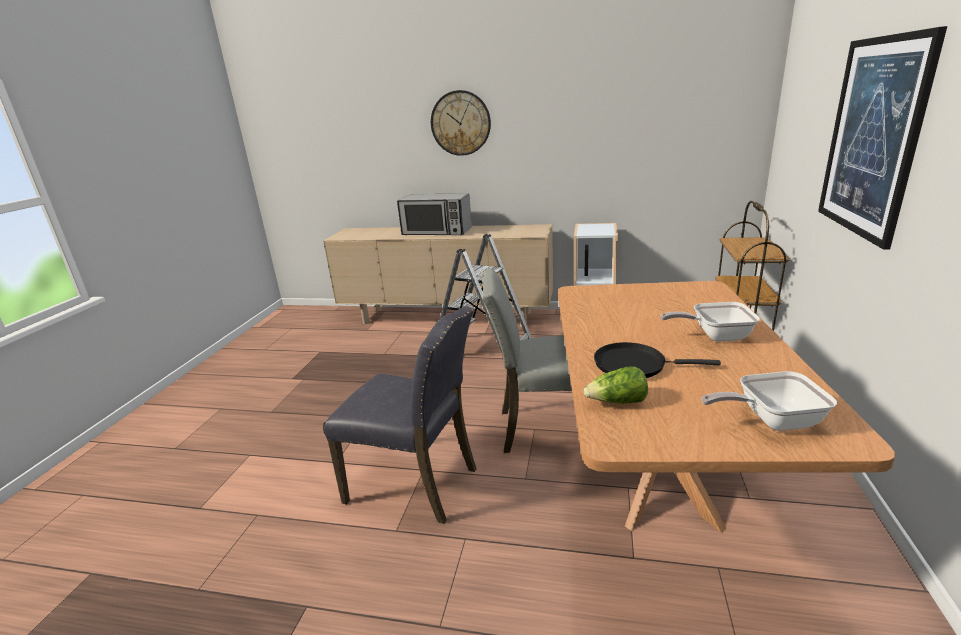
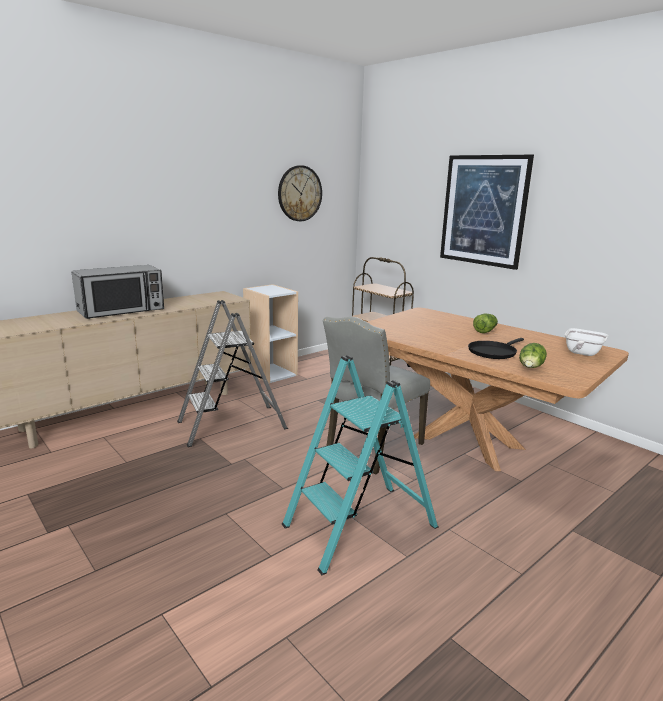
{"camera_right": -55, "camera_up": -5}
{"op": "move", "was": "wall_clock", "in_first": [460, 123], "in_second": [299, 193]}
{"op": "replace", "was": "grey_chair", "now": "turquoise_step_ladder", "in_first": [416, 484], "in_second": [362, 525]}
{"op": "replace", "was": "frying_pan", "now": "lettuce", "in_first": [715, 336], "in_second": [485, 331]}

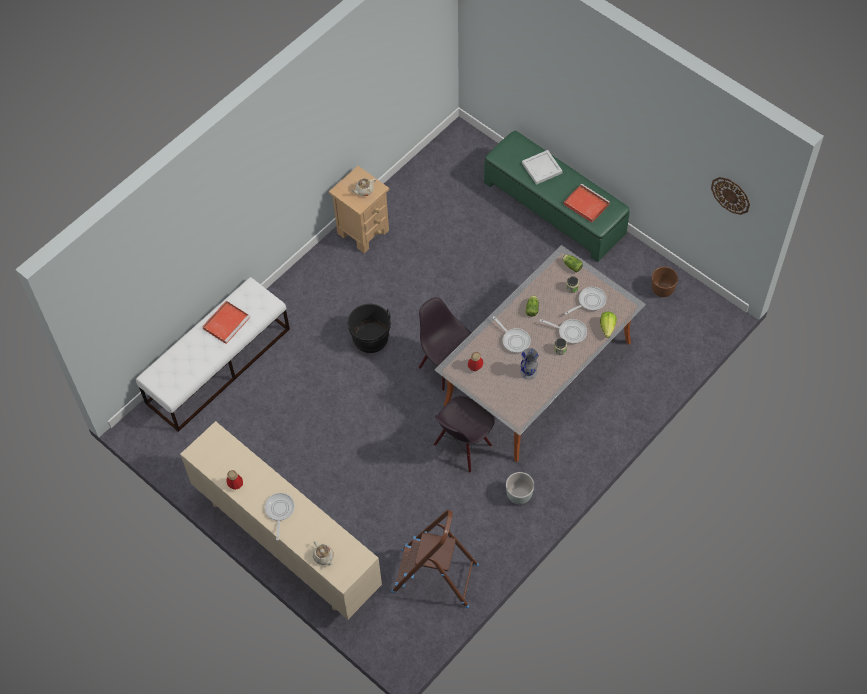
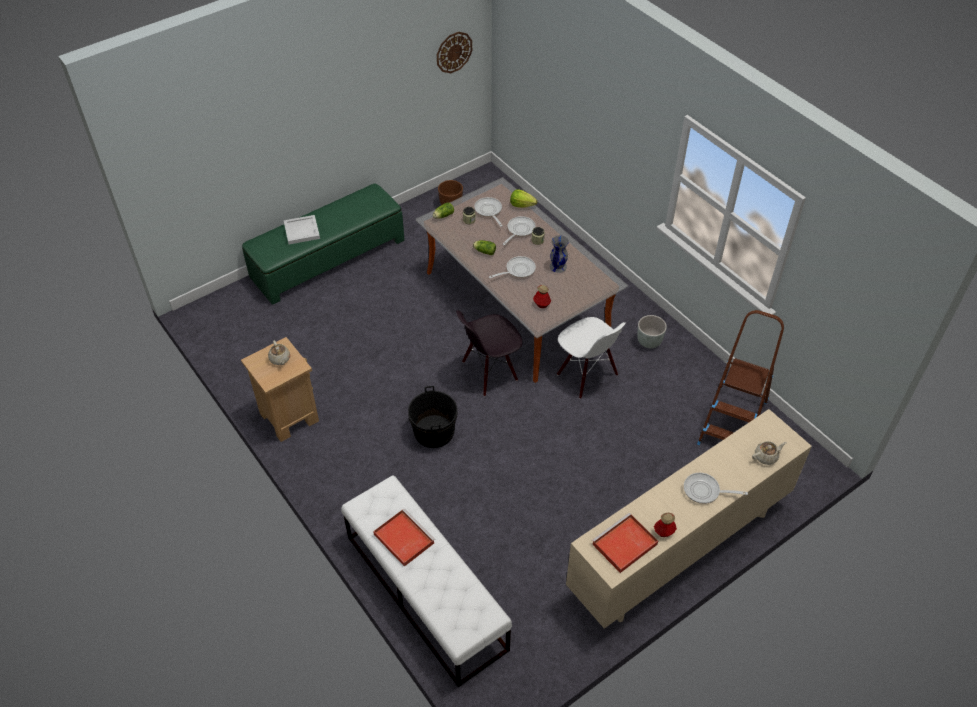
{"camera_right": -80, "camera_up": -10}
{"op": "recolor", "was": "black_chair", "now": "white_chair", "in_first": [463, 446], "in_second": [586, 375]}
{"op": "move", "was": "red_tray", "in_first": [585, 204], "in_second": [624, 545]}

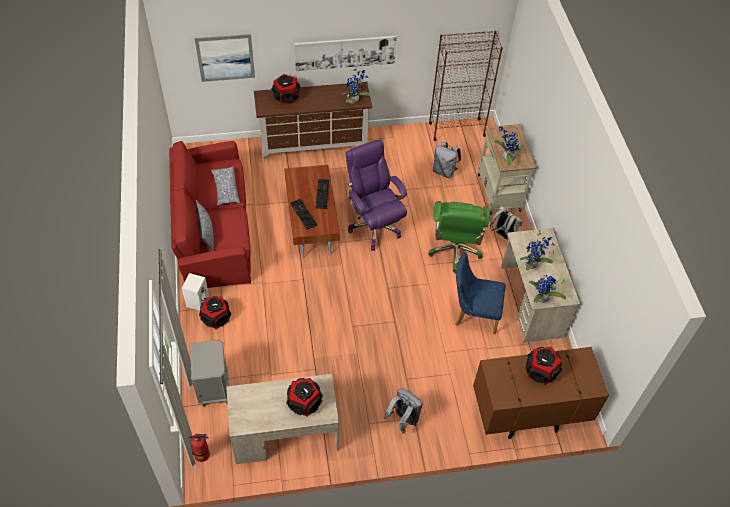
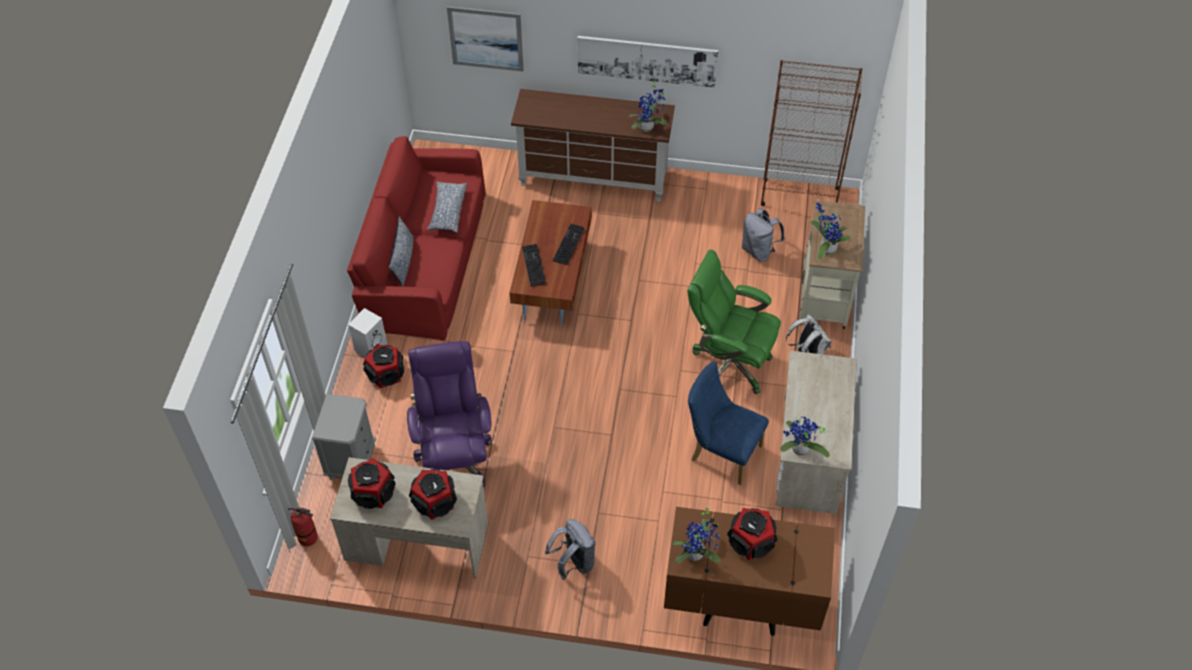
{"camera_right": 20, "camera_up": 0}
{"op": "move", "was": "speaker", "in_first": [287, 97], "in_second": [373, 493]}
{"op": "move", "was": "purple_office_chair", "in_first": [374, 225], "in_second": [455, 458]}
{"op": "move", "was": "potted_plant", "in_first": [532, 264], "in_second": [696, 554]}
{"op": "rotate", "was": "green_office_chair", "in_first": [454, 252], "in_second": [728, 362], "clockwise": 90}

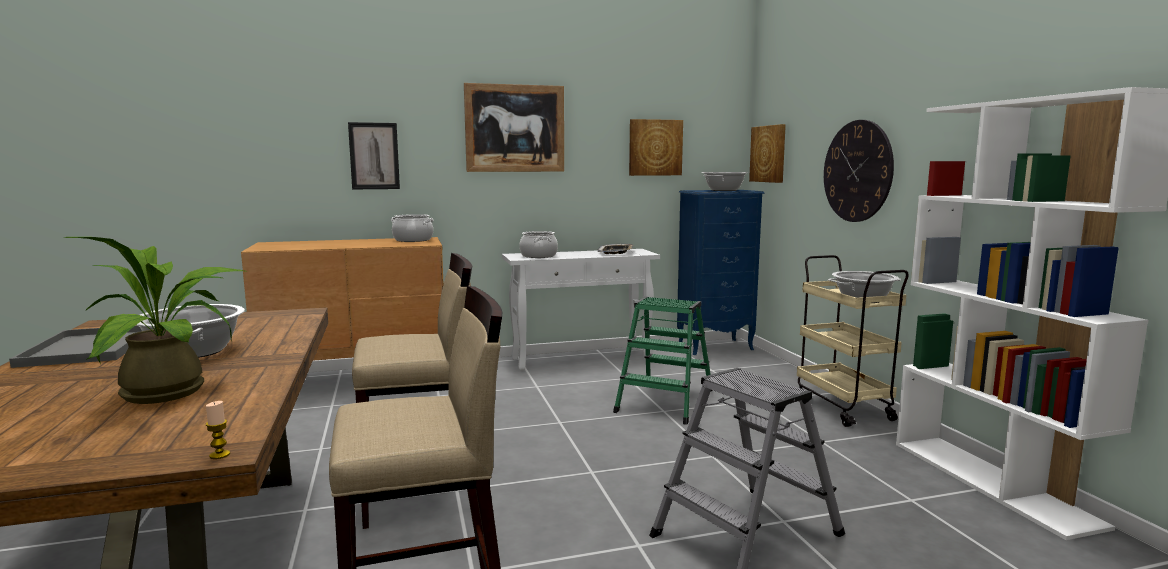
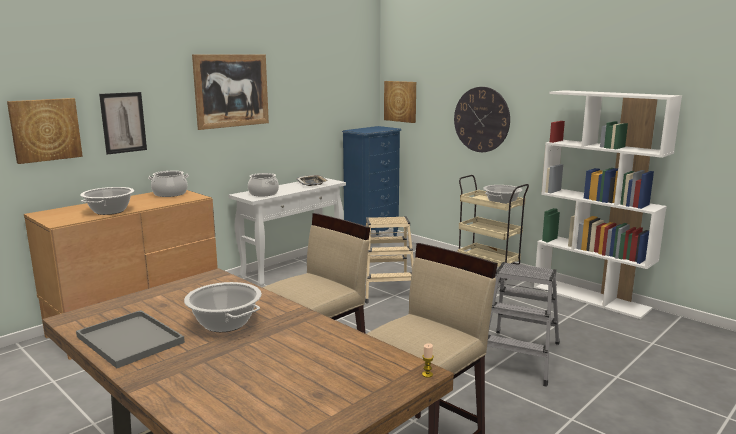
{"camera_right": -30, "camera_up": 5}
{"op": "move", "was": "picture", "in_first": [655, 147], "in_second": [45, 130]}
{"op": "move", "was": "cooking_pot", "in_first": [724, 190], "in_second": [110, 211]}
{"op": "recolor", "was": "green_step_ladder", "now": "beige_step_ladder", "in_first": [665, 400], "in_second": [387, 287]}
{"op": "delete", "was": "potted_plant", "in_first": [175, 391]}

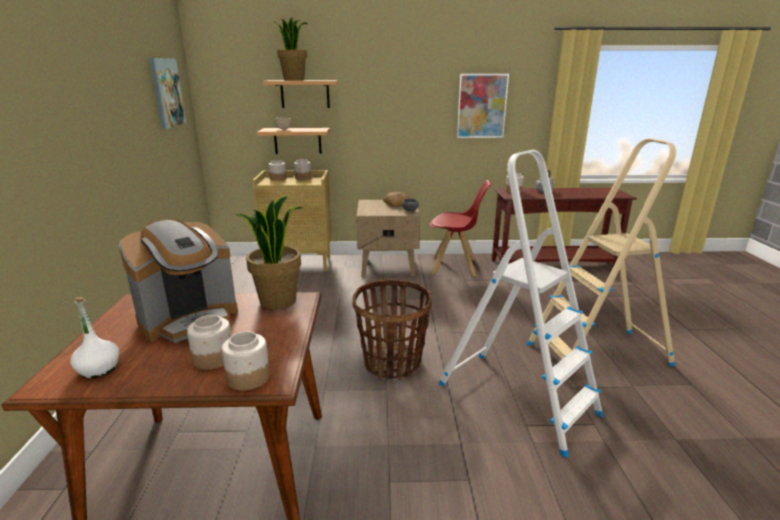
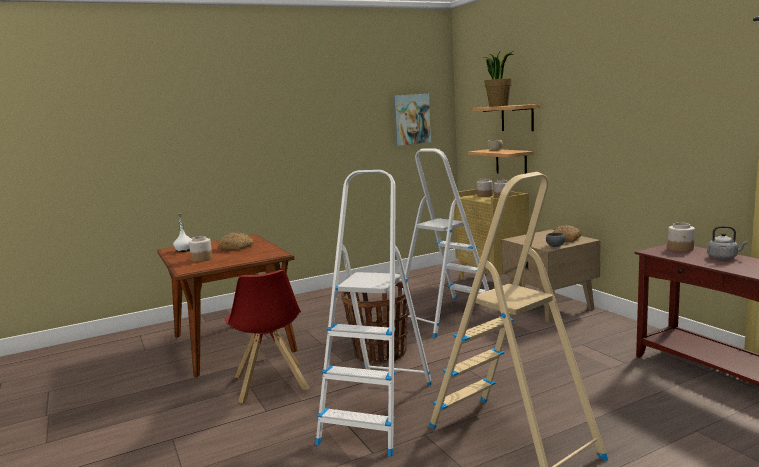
{"camera_right": 65, "camera_up": -10}
{"op": "replace", "was": "coffee_machine", "now": "bread", "in_first": [189, 319], "in_second": [236, 247]}
{"op": "move", "was": "red_chair", "in_first": [455, 267], "in_second": [271, 384]}
{"op": "insert", "now": "white_step_ladder", "in_second": [446, 316]}
{"op": "delete", "was": "jar", "in_first": [247, 377]}
{"op": "delete", "was": "potted_plant", "in_first": [277, 300]}
{"op": "delete", "was": "picture", "in_first": [481, 106]}

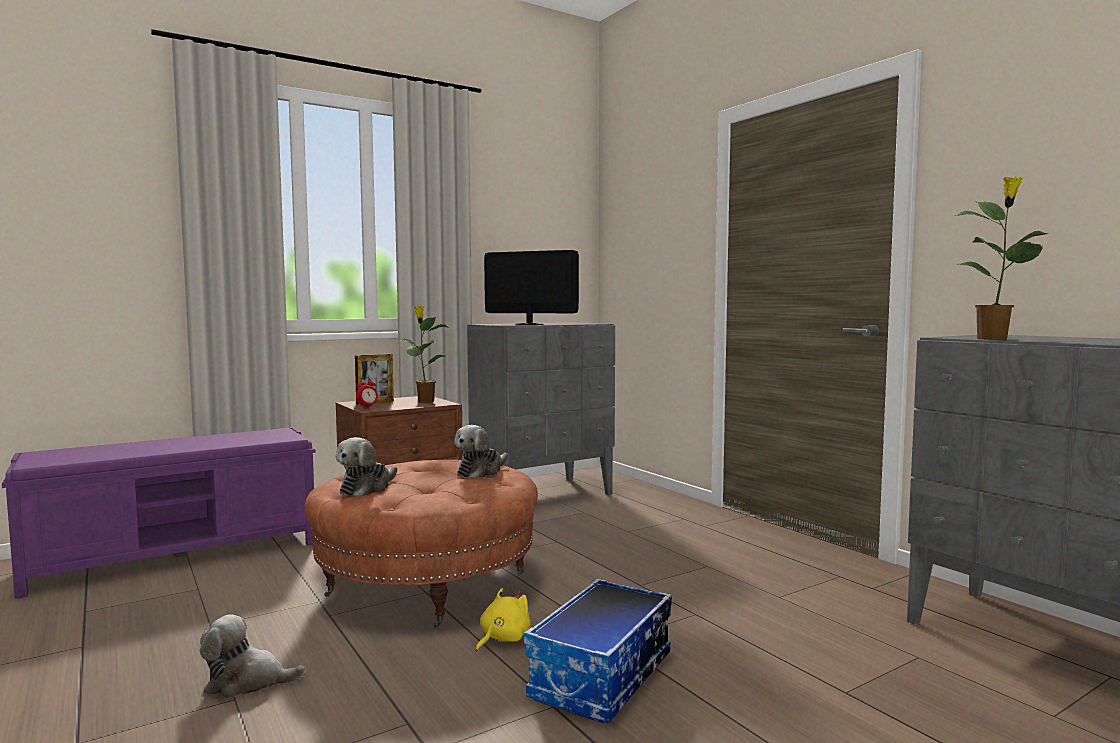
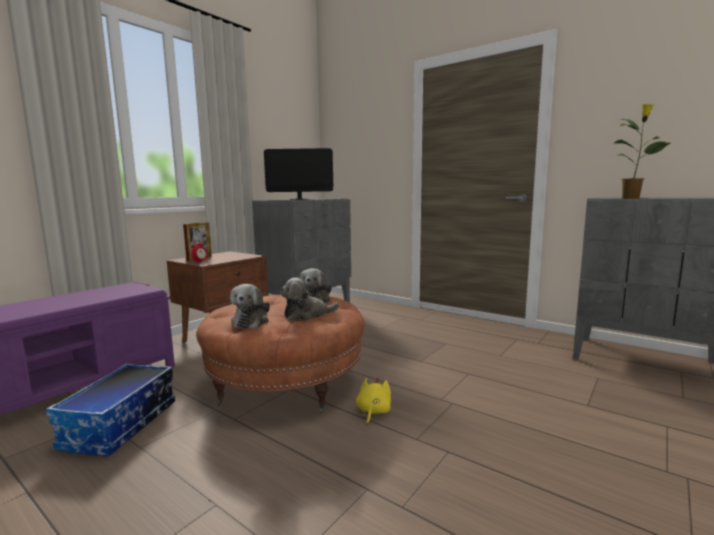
{"camera_right": -20, "camera_up": 5}
{"op": "move", "was": "storage_box", "in_first": [603, 677], "in_second": [121, 425]}
{"op": "move", "was": "plush_toy", "in_first": [247, 682], "in_second": [307, 315]}
{"op": "delete", "was": "potted_plant", "in_first": [425, 401]}

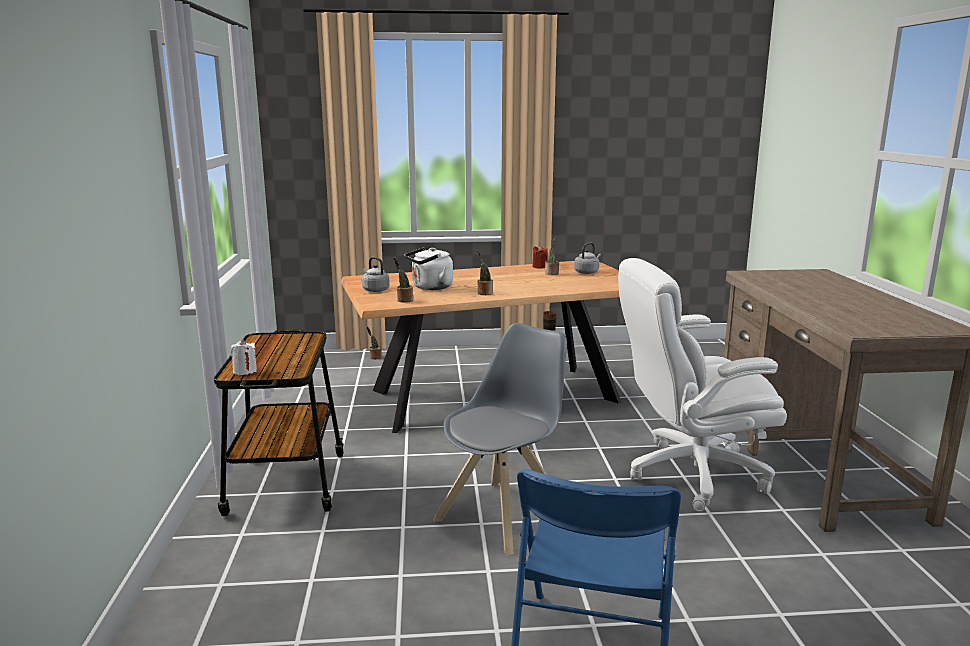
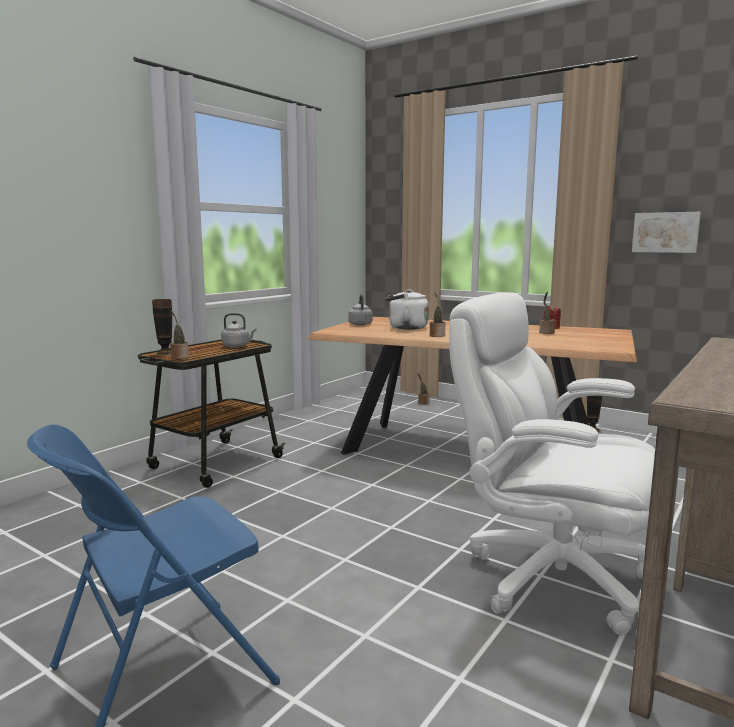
{"camera_right": 40, "camera_up": -5}
{"op": "replace", "was": "white_candle", "now": "vase", "in_first": [245, 371], "in_second": [165, 354]}
{"op": "move", "was": "potted_plant", "in_first": [404, 300], "in_second": [179, 357]}
{"op": "move", "was": "grey_kettle", "in_first": [587, 272], "in_second": [237, 346]}
{"op": "insert", "now": "picture", "in_second": [665, 232]}
{"op": "delete", "was": "grey_chair", "in_first": [504, 514]}

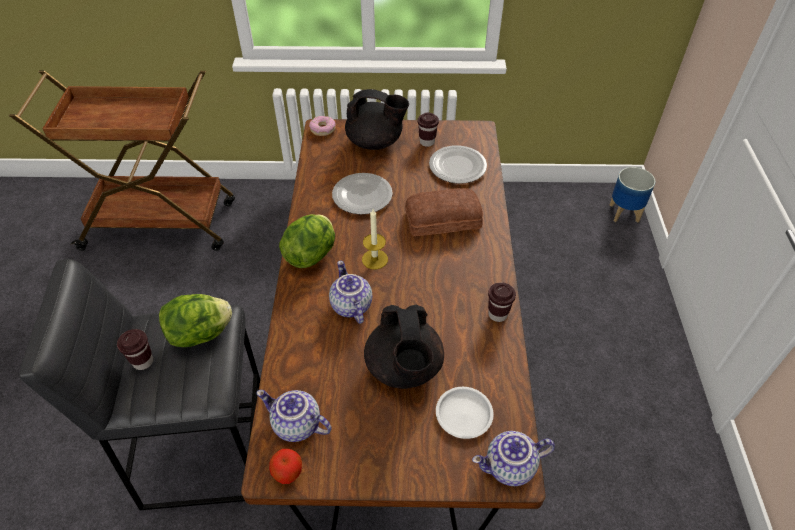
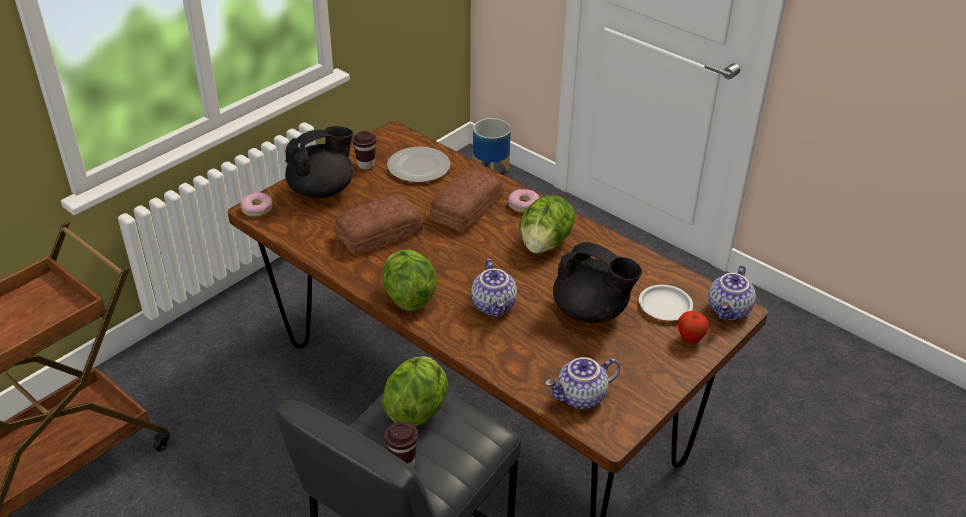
{"camera_right": -50, "camera_up": -10}
{"op": "replace", "was": "plate", "now": "bread", "in_first": [362, 195], "in_second": [377, 233]}
{"op": "rotate", "was": "teapot", "in_first": [350, 306], "in_second": [495, 306], "clockwise": -120}
{"op": "insert", "now": "donut", "in_second": [523, 205]}
{"op": "insert", "now": "lettuce", "in_second": [544, 244]}
{"op": "move", "was": "apple", "in_first": [288, 475], "in_second": [690, 339]}
{"op": "delete", "was": "candle", "in_first": [375, 259]}
{"op": "delete", "was": "brown_cup", "in_first": [497, 314]}

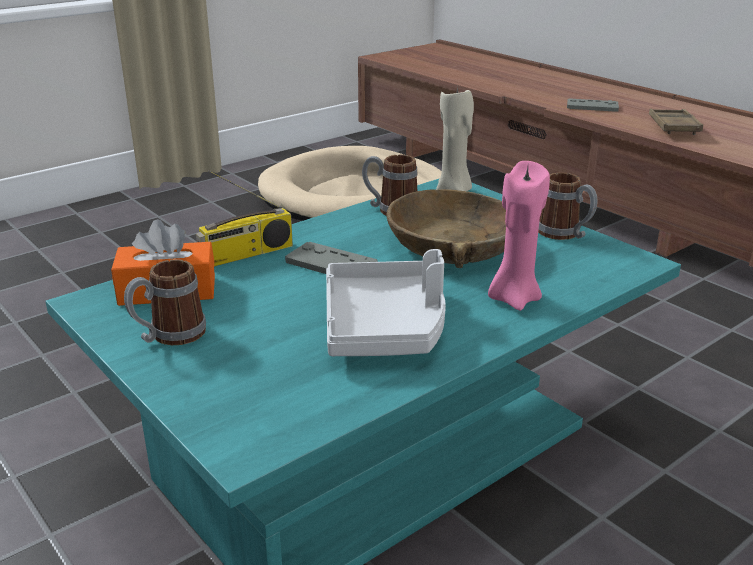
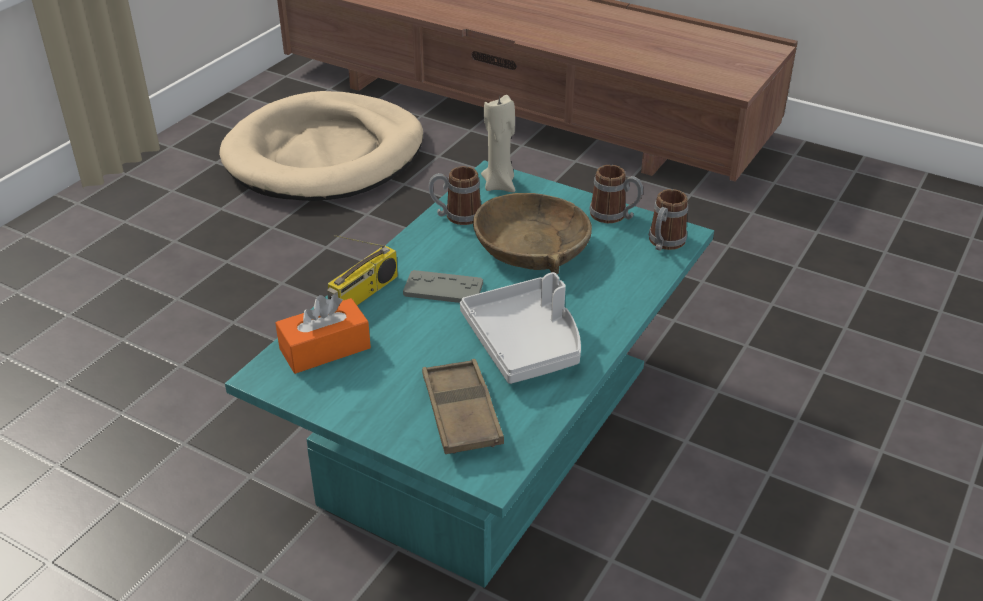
{"camera_right": -20, "camera_up": 10}
{"op": "move", "was": "brown_tray", "in_first": [673, 127], "in_second": [461, 413]}
{"op": "move", "was": "mug", "in_first": [169, 336], "in_second": [664, 243]}
{"op": "delete", "was": "pink_candle", "in_first": [513, 298]}
{"op": "delete", "was": "grey_game_controller", "in_first": [592, 106]}

